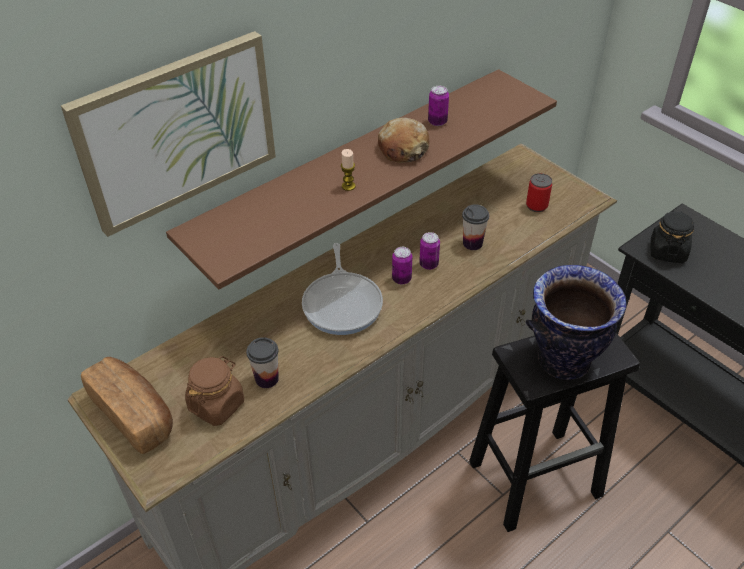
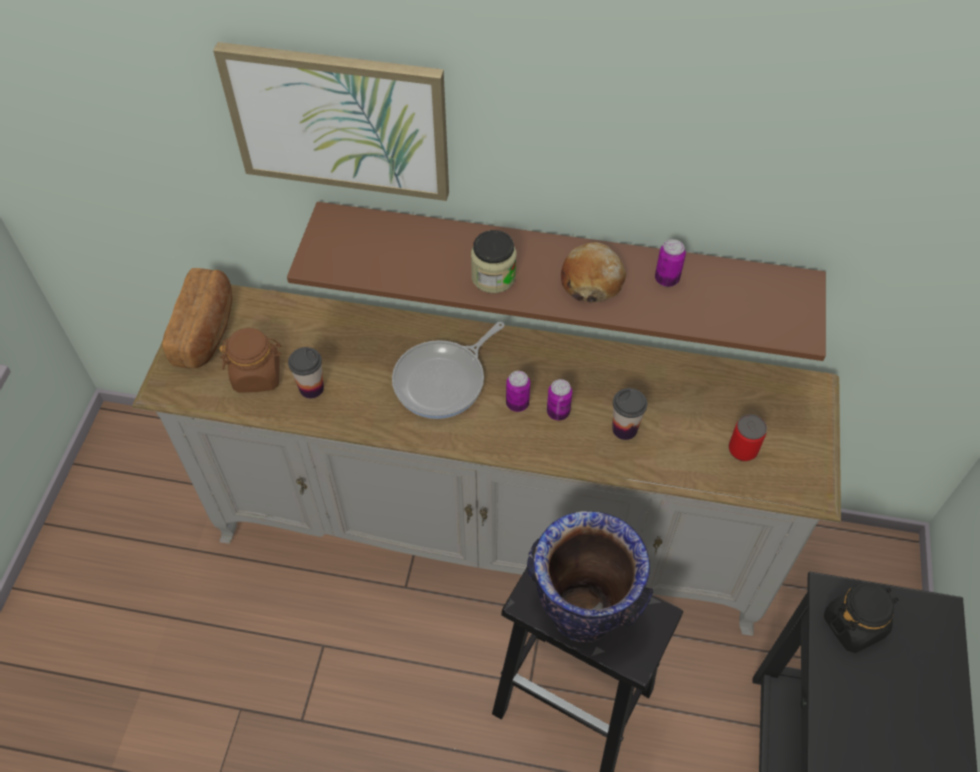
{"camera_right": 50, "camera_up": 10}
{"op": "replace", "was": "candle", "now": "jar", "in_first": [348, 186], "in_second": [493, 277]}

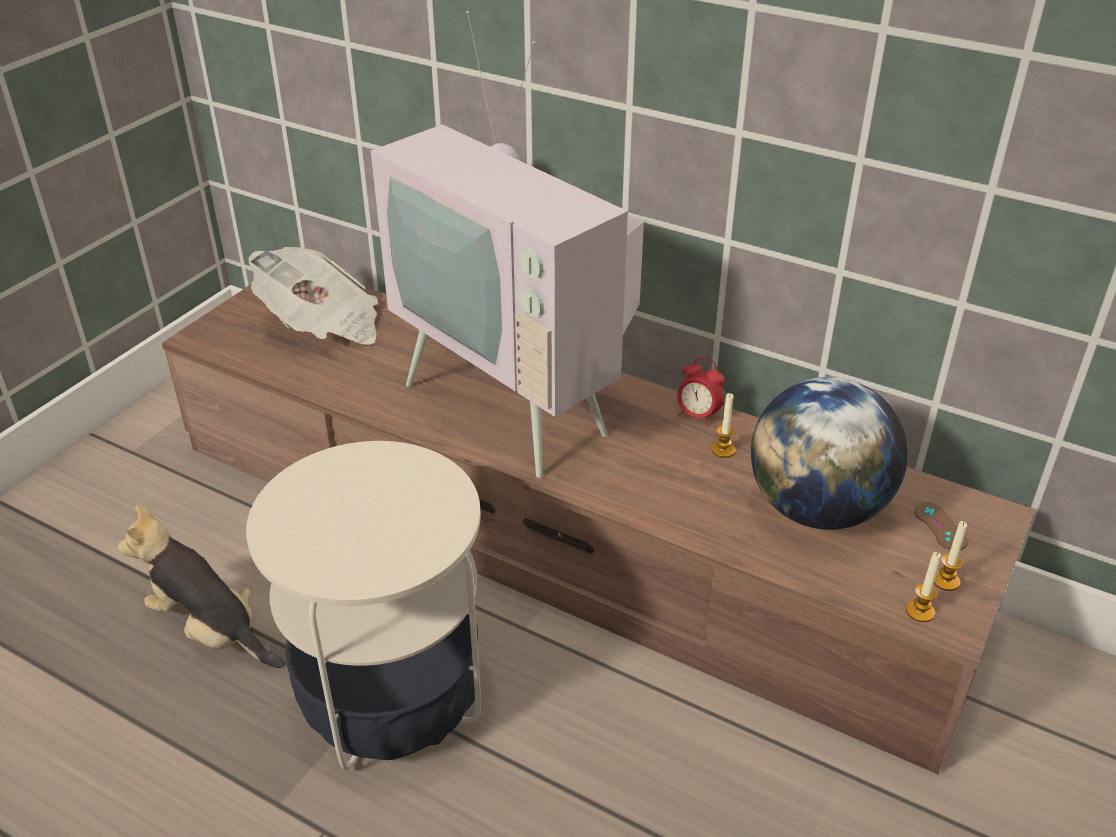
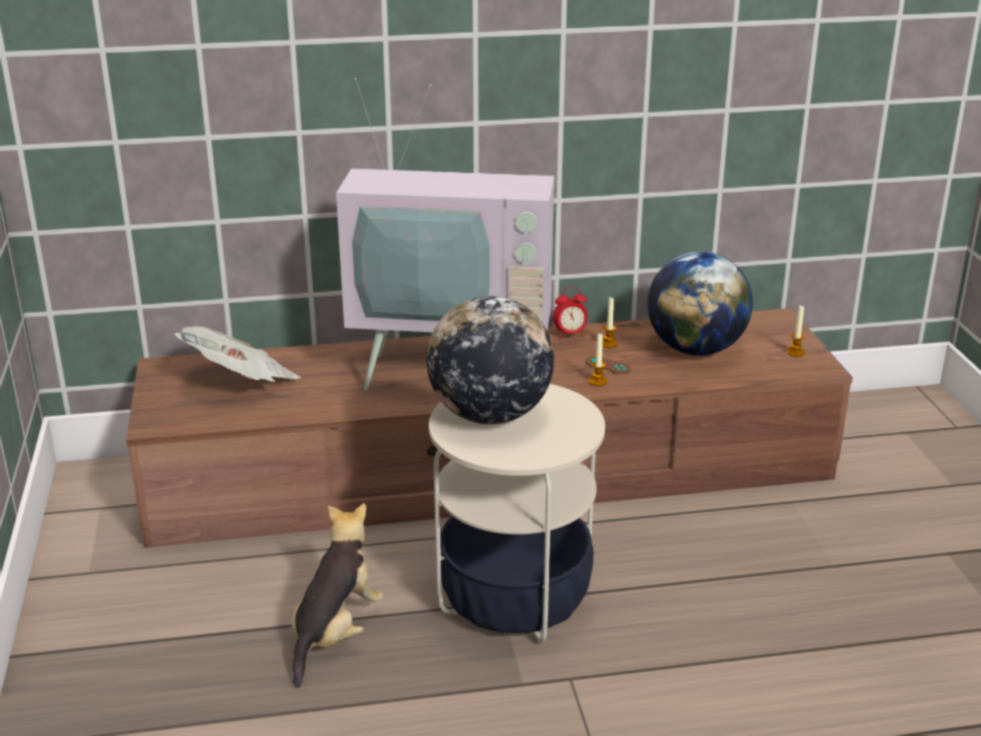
{"camera_right": -40, "camera_up": -10}
{"op": "rotate", "was": "plush_toy", "in_first": [211, 630], "in_second": [335, 633], "clockwise": 120}
{"op": "insert", "now": "globe", "in_second": [490, 415]}
{"op": "move", "was": "brown_game_controller", "in_first": [940, 526], "in_second": [607, 365]}
{"op": "move", "was": "candle", "in_first": [920, 611], "in_second": [597, 381]}

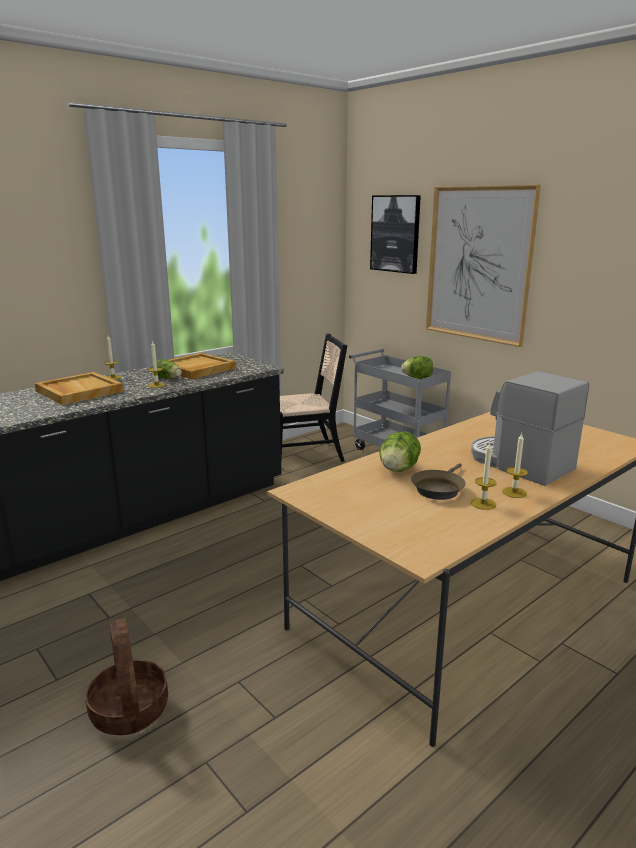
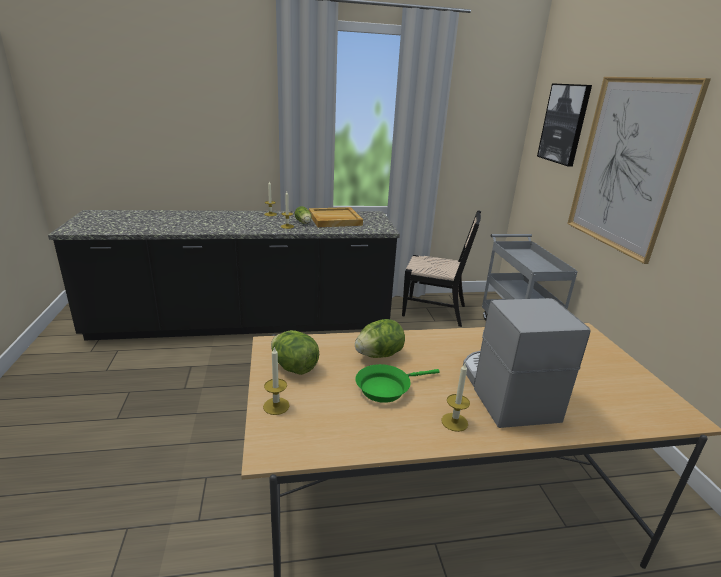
{"camera_right": 30, "camera_up": 5}
{"op": "move", "was": "candle", "in_first": [483, 504], "in_second": [276, 406]}
{"op": "move", "was": "lettuce", "in_first": [417, 378], "in_second": [294, 367]}
{"op": "recolor", "was": "brown_frying_pan", "now": "green_frying_pan", "in_first": [438, 488], "in_second": [386, 388]}
{"op": "delete", "was": "beige_tray", "in_first": [78, 391]}
{"op": "delete", "was": "basket", "in_first": [129, 710]}

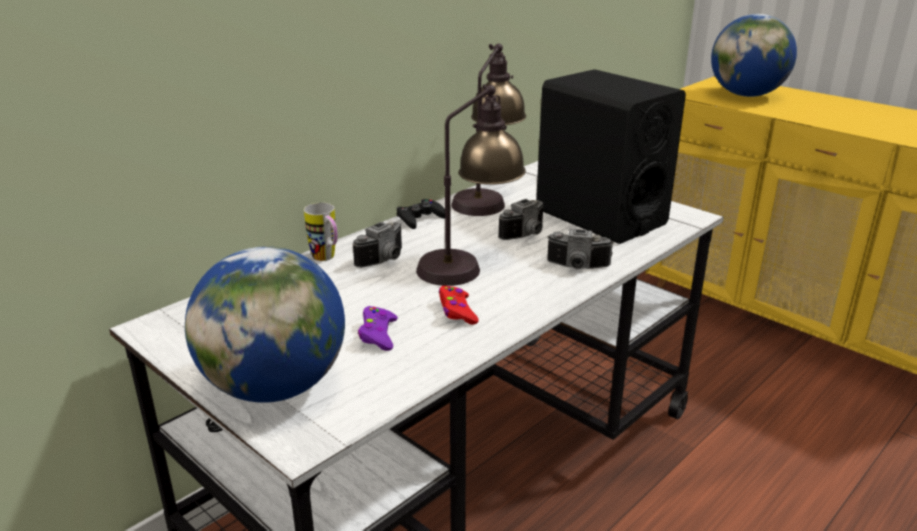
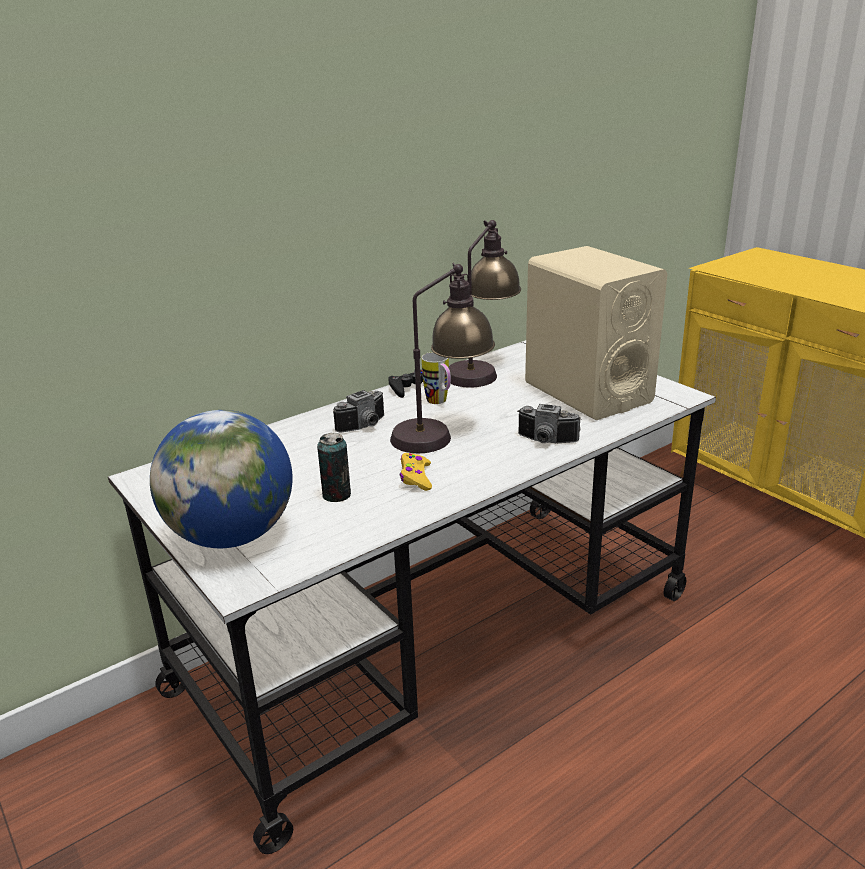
{"camera_right": 10, "camera_up": 0}
{"op": "replace", "was": "purple_game_controller", "now": "can", "in_first": [378, 334], "in_second": [336, 495]}
{"op": "recolor", "was": "red_game_controller", "now": "yellow_game_controller", "in_first": [457, 311], "in_second": [416, 477]}
{"op": "move", "was": "mug", "in_first": [327, 259], "in_second": [439, 402]}
{"op": "recolor", "was": "black_speaker", "now": "beige_speaker", "in_first": [600, 217], "in_second": [587, 392]}
{"op": "delete", "was": "photo_camera", "in_first": [527, 235]}
{"op": "delete", "was": "globe", "in_first": [746, 95]}

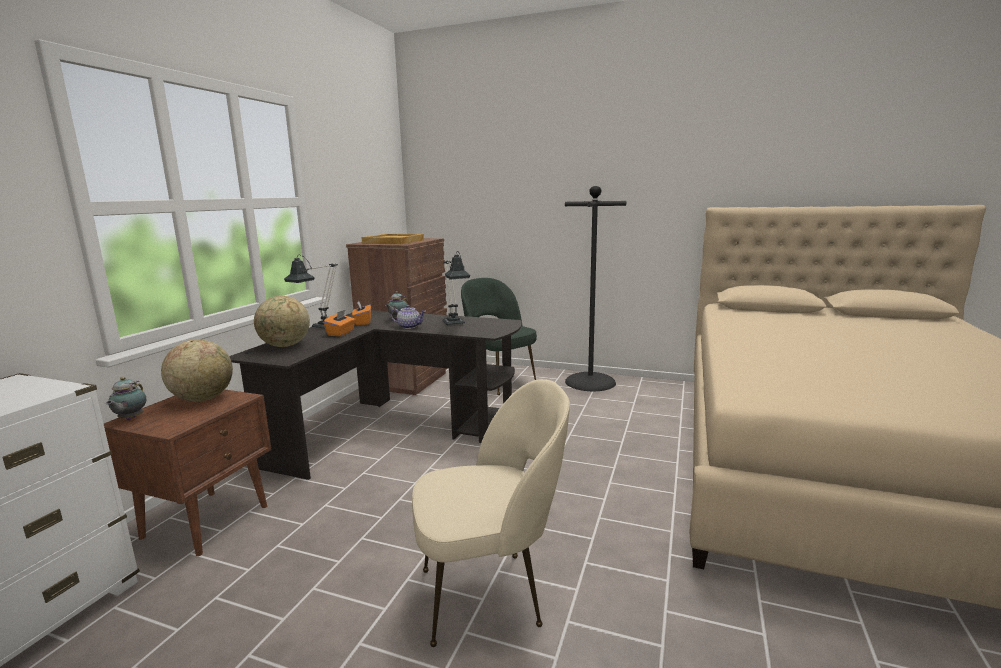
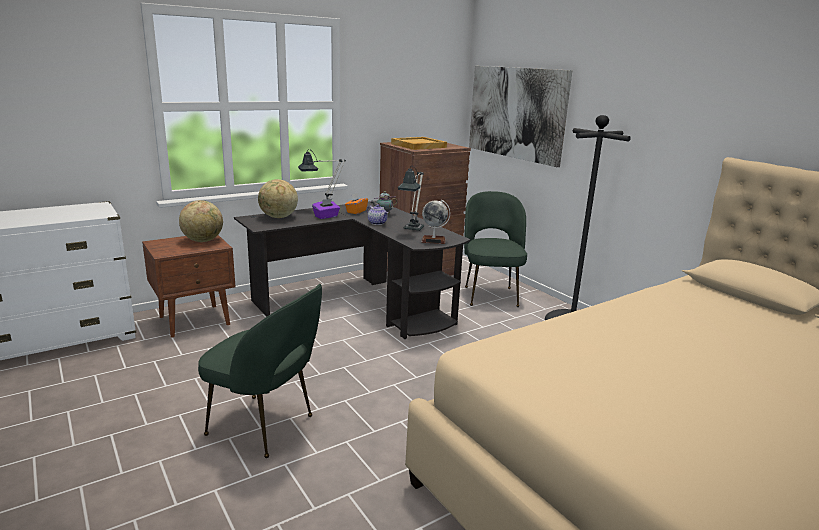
{"camera_right": 35, "camera_up": 5}
{"op": "recolor", "was": "beige_chair", "now": "green_chair", "in_first": [491, 595], "in_second": [267, 428]}
{"op": "recolor", "was": "orange_tissue_box", "now": "purple_tissue_box", "in_first": [341, 333], "in_second": [326, 216]}
{"op": "insert", "now": "globe", "in_second": [433, 240]}
{"op": "insert", "now": "picture", "in_second": [516, 113]}
{"op": "delete", "was": "teapot", "in_first": [130, 419]}

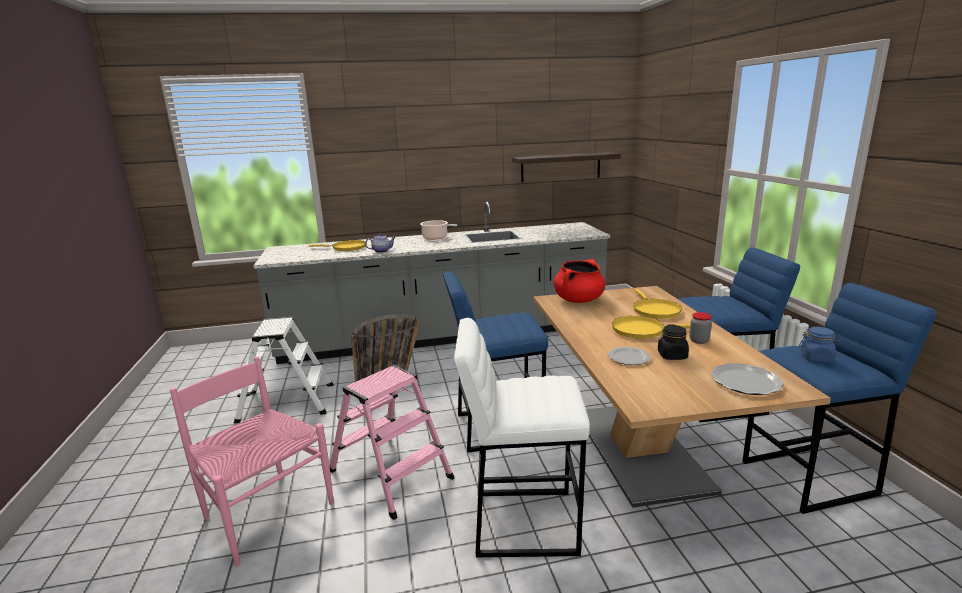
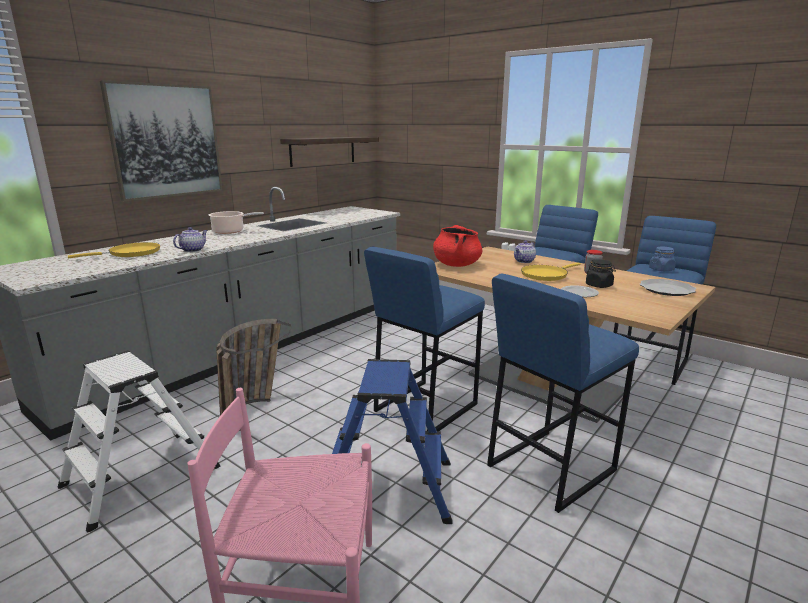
{"camera_right": -40, "camera_up": 0}
{"op": "insert", "now": "picture", "in_second": [166, 141]}
{"op": "recolor", "was": "pink_step_ladder", "now": "blue_step_ladder", "in_first": [390, 474], "in_second": [386, 488]}
{"op": "recolor", "was": "white_stool", "now": "blue_stool", "in_first": [521, 522], "in_second": [549, 469]}
{"op": "replace", "was": "yellow_frying_pan", "now": "teapot", "in_first": [655, 310], "in_second": [524, 261]}

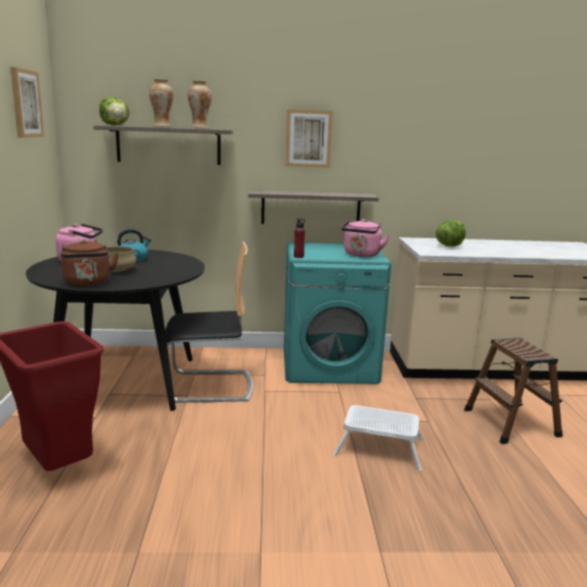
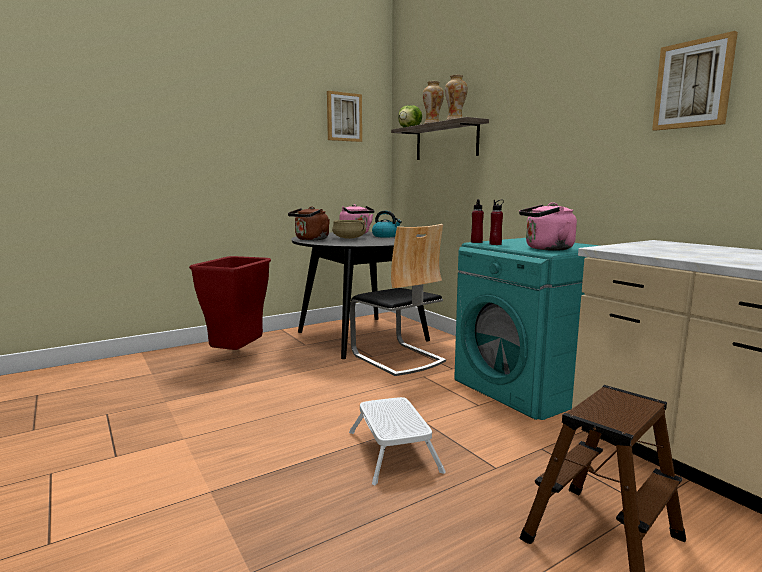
{"camera_right": 60, "camera_up": -5}
{"op": "insert", "now": "red_bottle", "in_second": [495, 244]}
{"op": "move", "was": "picture", "in_first": [308, 138], "in_second": [693, 84]}
{"op": "delete", "was": "shelf", "in_first": [310, 208]}
{"op": "delete", "was": "lettuce", "in_first": [449, 246]}

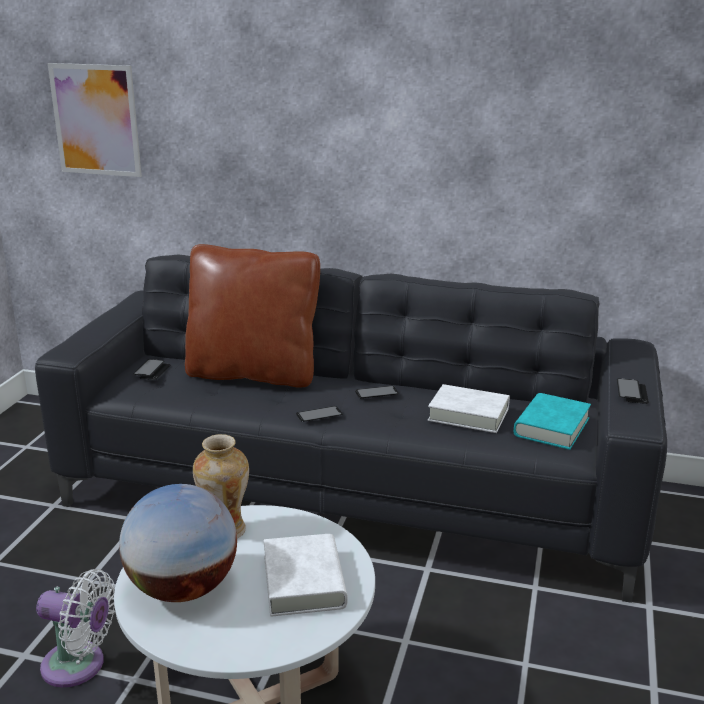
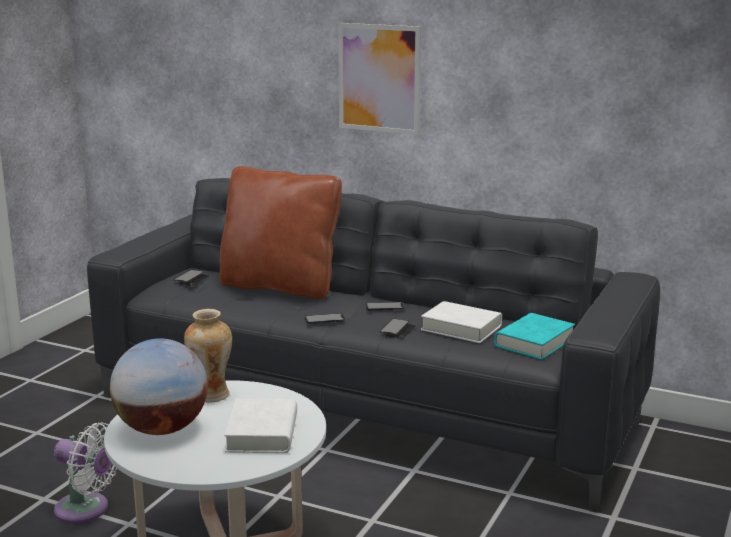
{"camera_right": 10, "camera_up": -5}
{"op": "move", "was": "picture", "in_first": [96, 120], "in_second": [379, 78]}
{"op": "move", "was": "phone", "in_first": [632, 392], "in_second": [397, 330]}

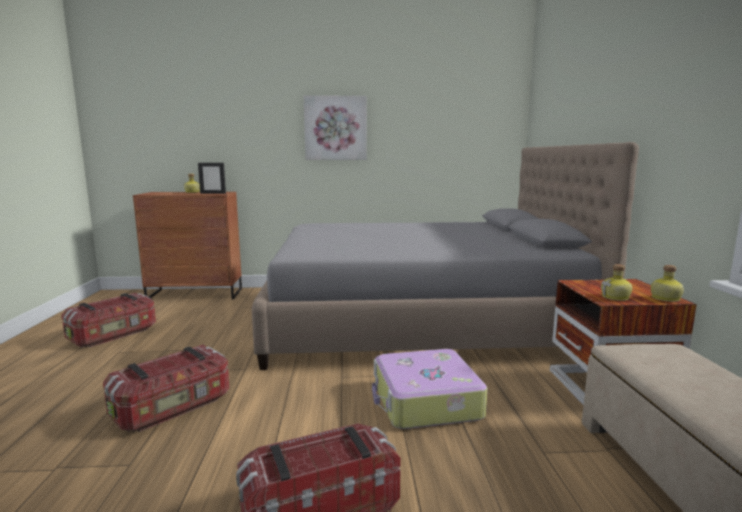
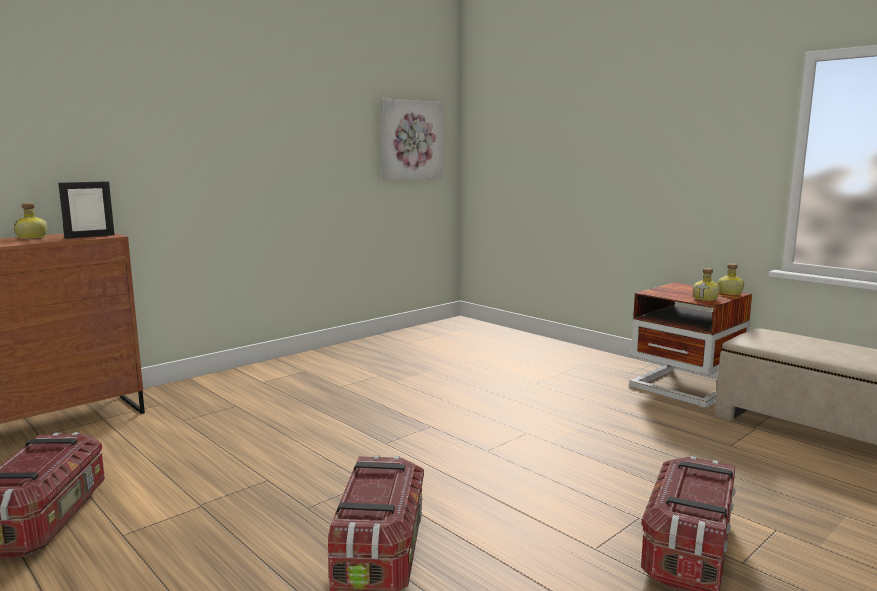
{"camera_right": -40, "camera_up": 0}
{"op": "move", "was": "picture", "in_first": [335, 128], "in_second": [410, 140]}
{"op": "delete", "was": "grey_bed", "in_first": [420, 322]}
{"op": "delete", "was": "suitcase", "in_first": [425, 402]}

